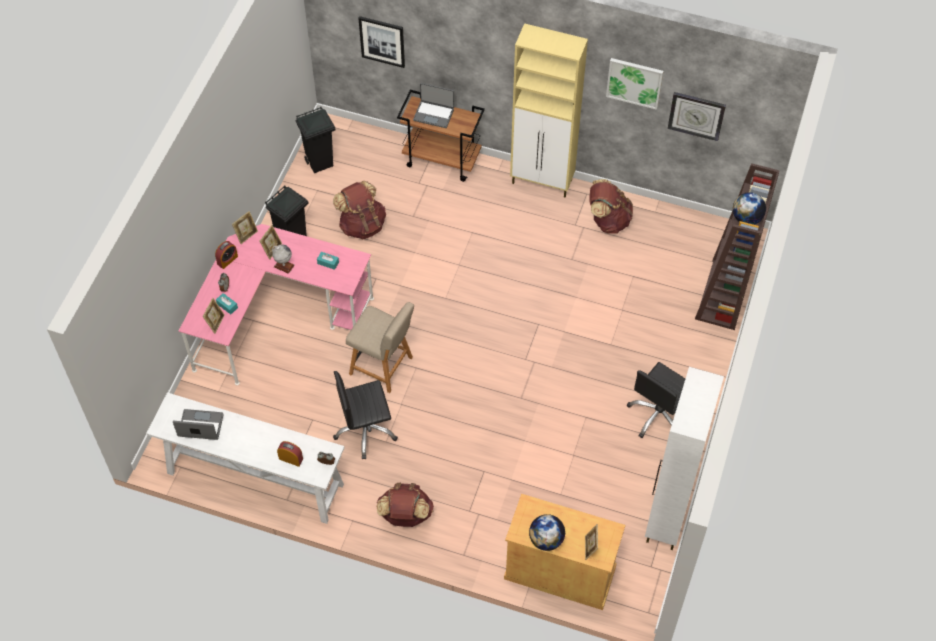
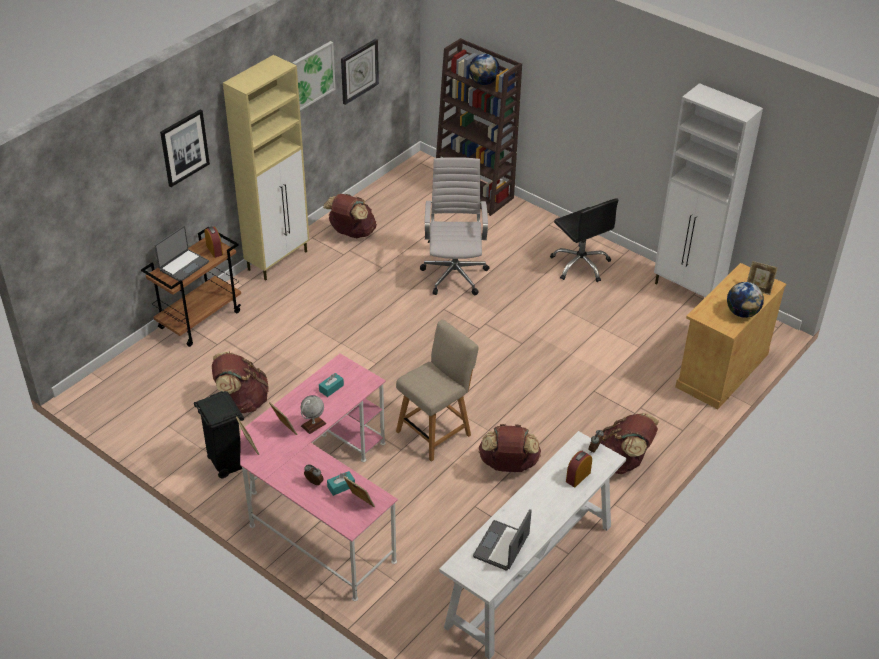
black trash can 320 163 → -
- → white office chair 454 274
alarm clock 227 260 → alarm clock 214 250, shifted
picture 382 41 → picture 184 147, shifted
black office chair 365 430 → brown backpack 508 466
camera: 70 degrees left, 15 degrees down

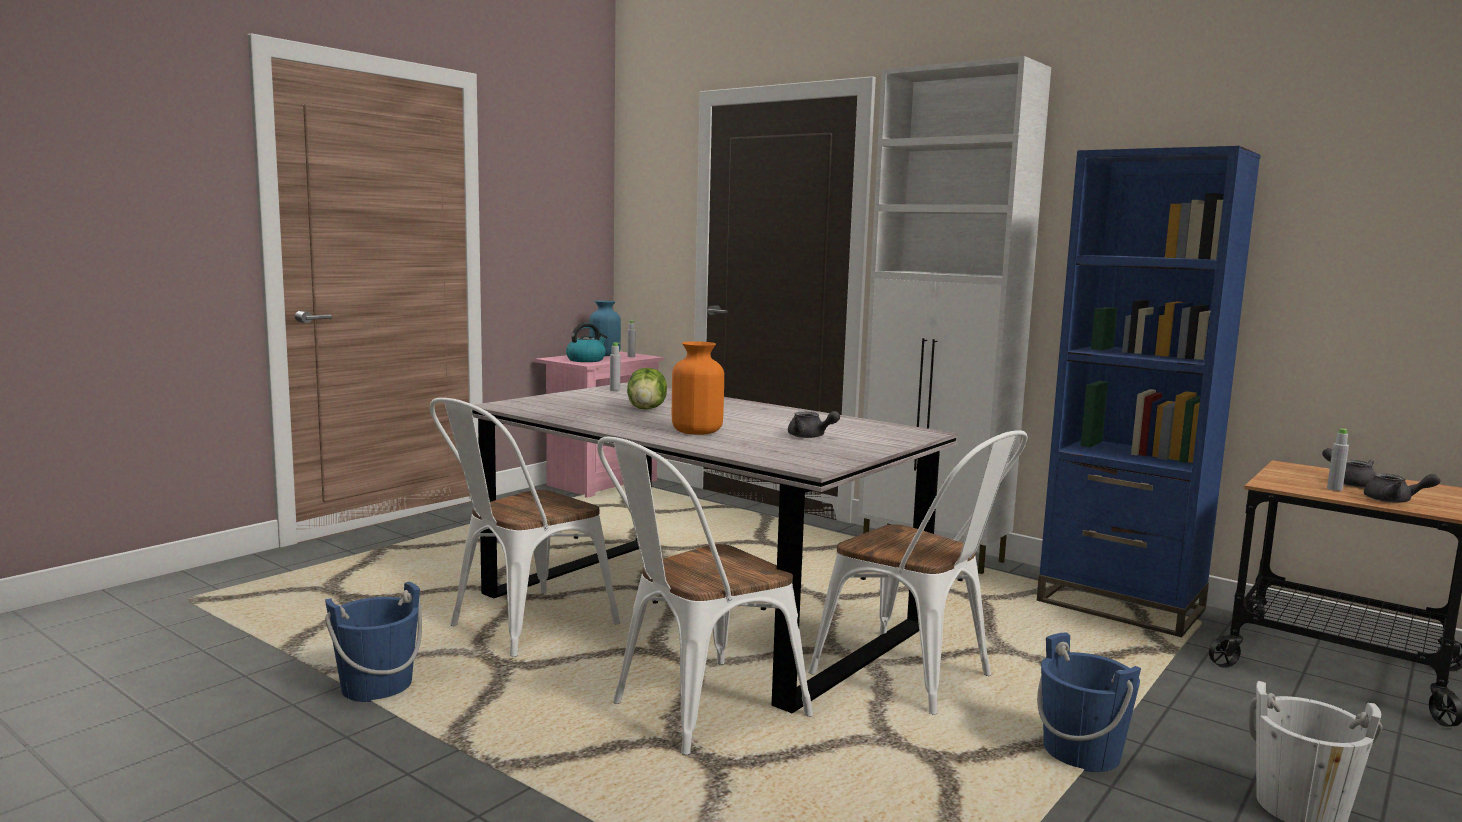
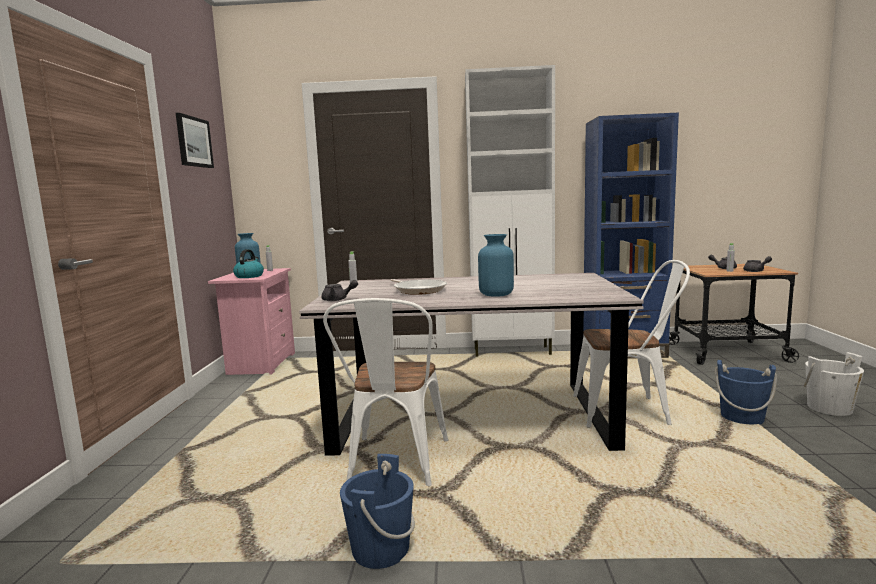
white chair 695 712 → -
- → picture 194 142
grey teapot 810 437 → grey teapot 338 300, shifted
lettuce 647 409 → frying pan 418 290
orange vase 696 432 → blue vase 496 294
camera: 35 degrees left, 0 degrees up

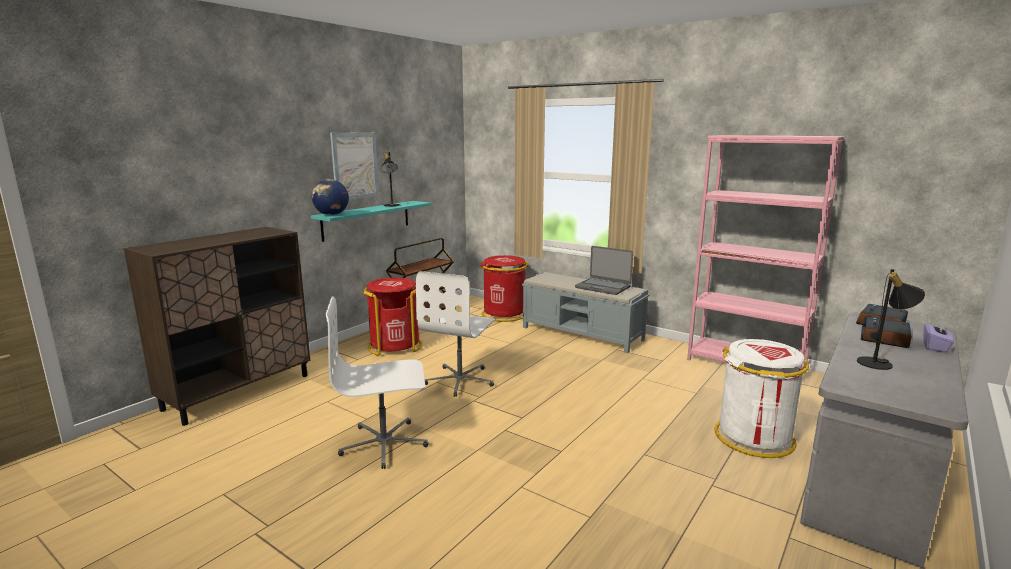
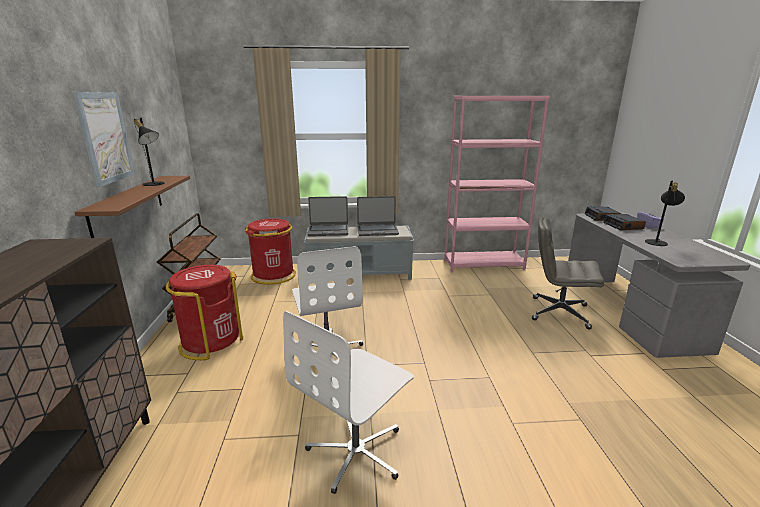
globe 331 215 → -
- → laptop 328 231
white trash can 754 437 → grey office chair 558 312
turquoise shelf 367 220 → brown shelf 128 206
camera: 40 degrees left, 5 degrees up

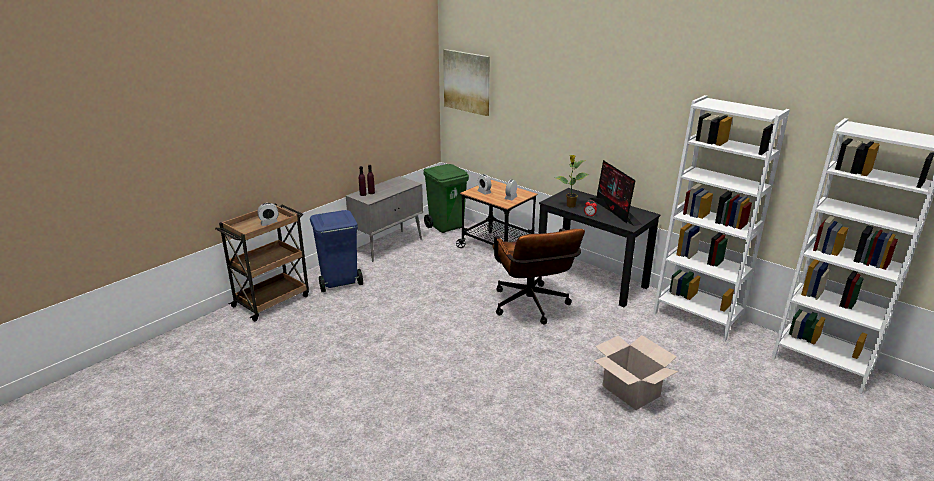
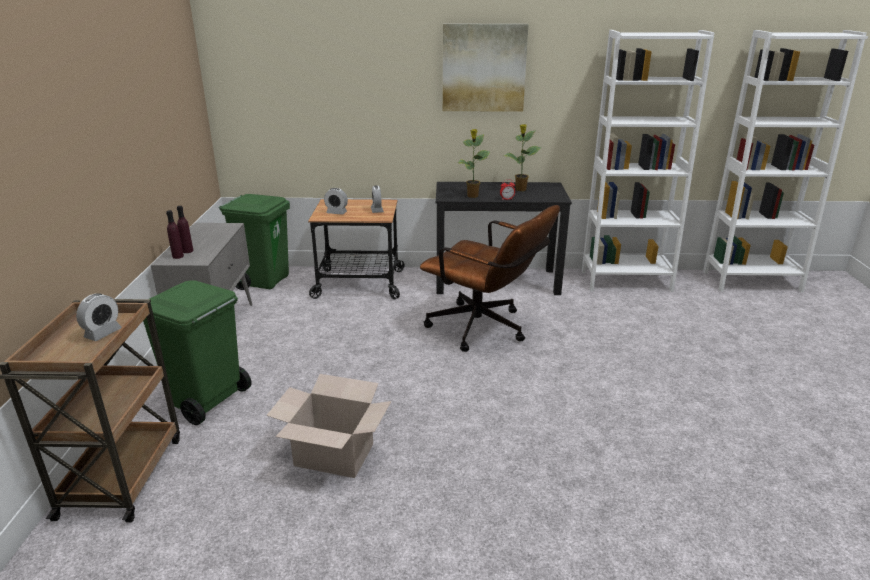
picture 467 82 → picture 483 68, shifted
cardboard box 631 391 → cardboard box 334 454, shifted
monitor 615 211 → potted plant 520 189
blue trash can 339 283 → green trash can 207 401
camera: 40 degrees left, 0 degrees up

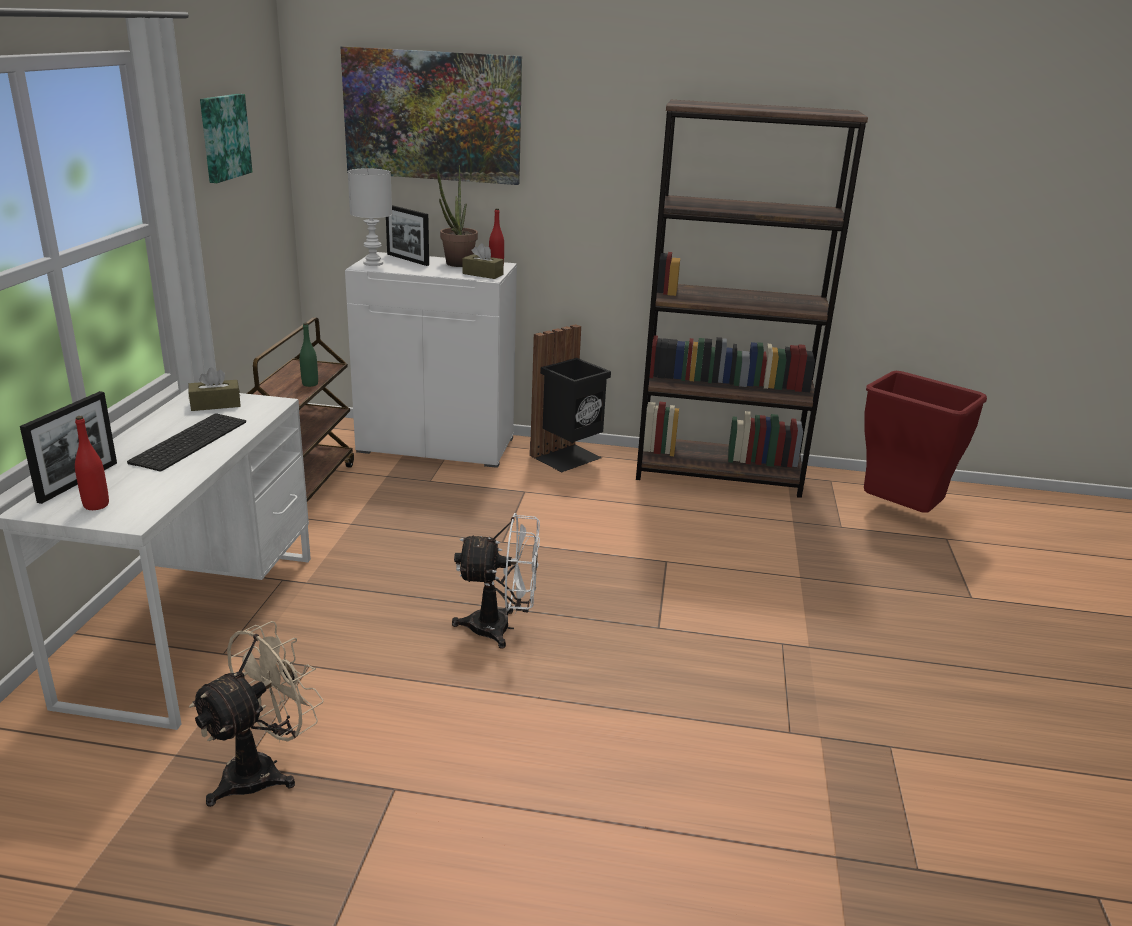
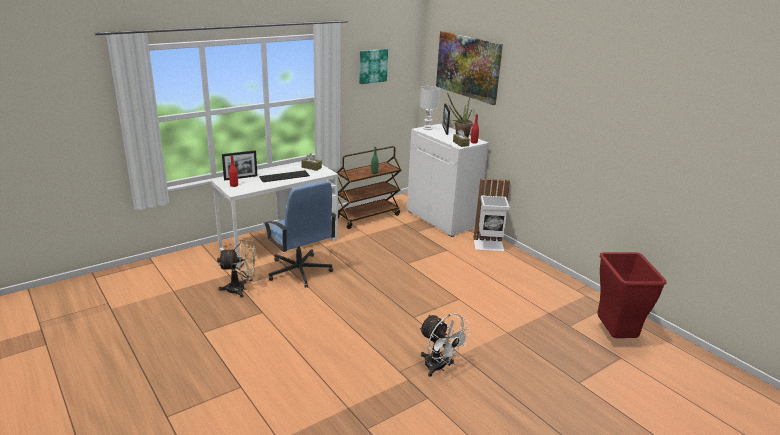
brown bookcase 718 474 → -
- → blue office chair 299 271
white fan 501 628 → white fan 439 367, shifted
black trash can 568 457 → white trash can 489 245
camera: 45 degrees right, 0 degrees up

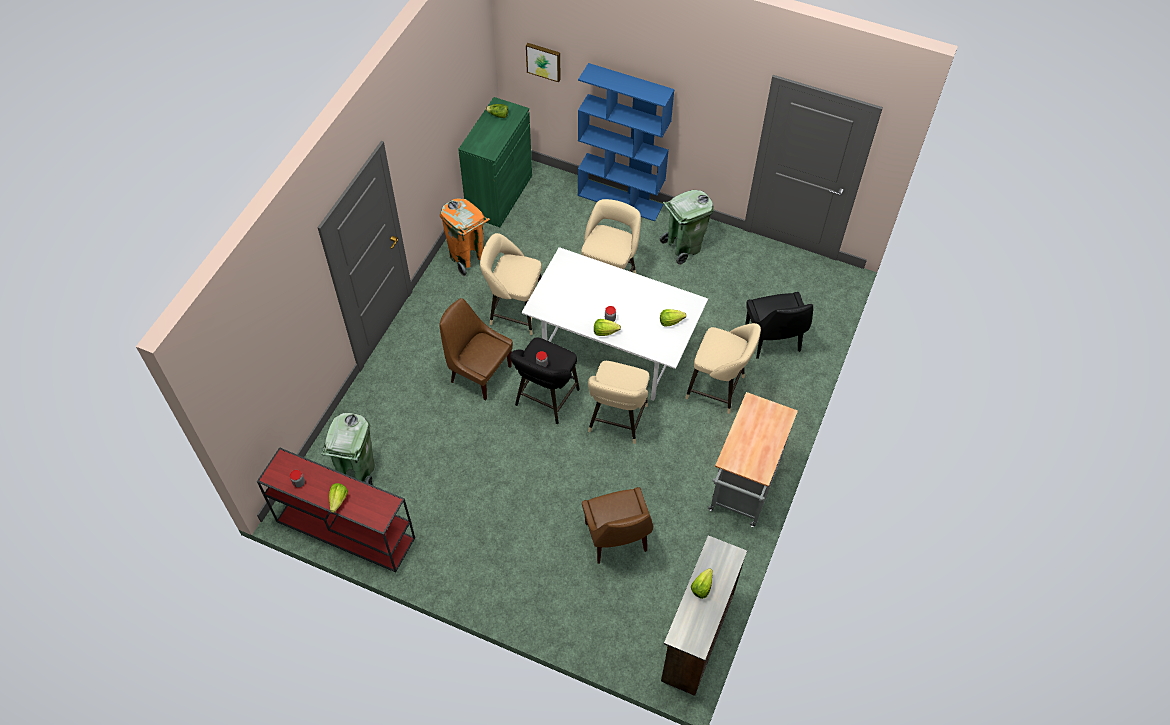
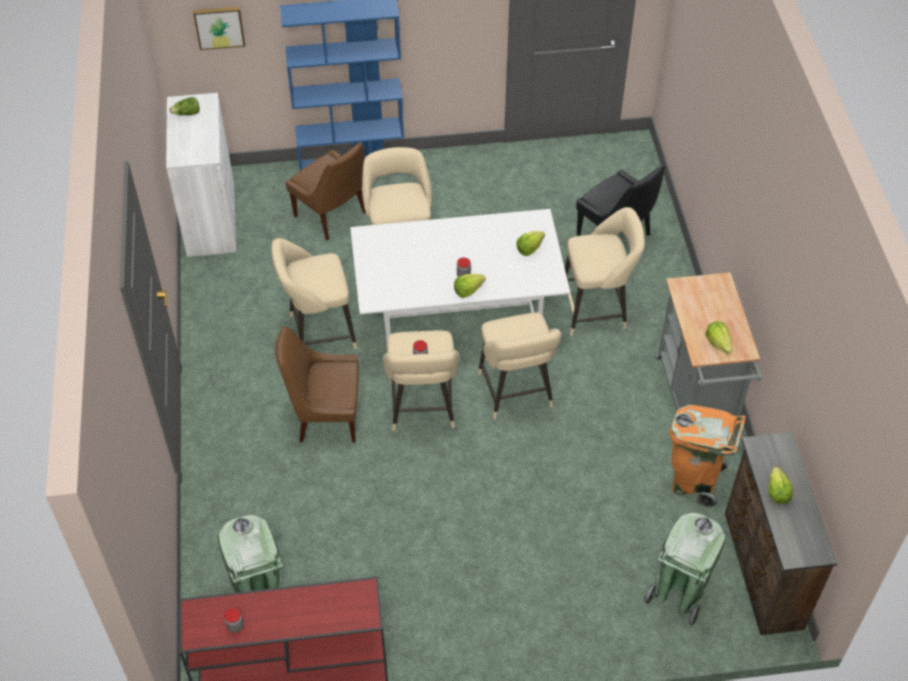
lettuce 338 500 → lettuce 718 343, shifted
orange trash can 467 258 → orange trash can 694 481, shifted
brown chair 616 539 → brown chair 332 215, shifted
green trash can 683 247 → green trash can 678 594, shifted
green cabinet 499 195 → white cabinet 211 219
black stool 545 400 → beige stool 422 409
camera: 30 degrees left, 5 degrees down

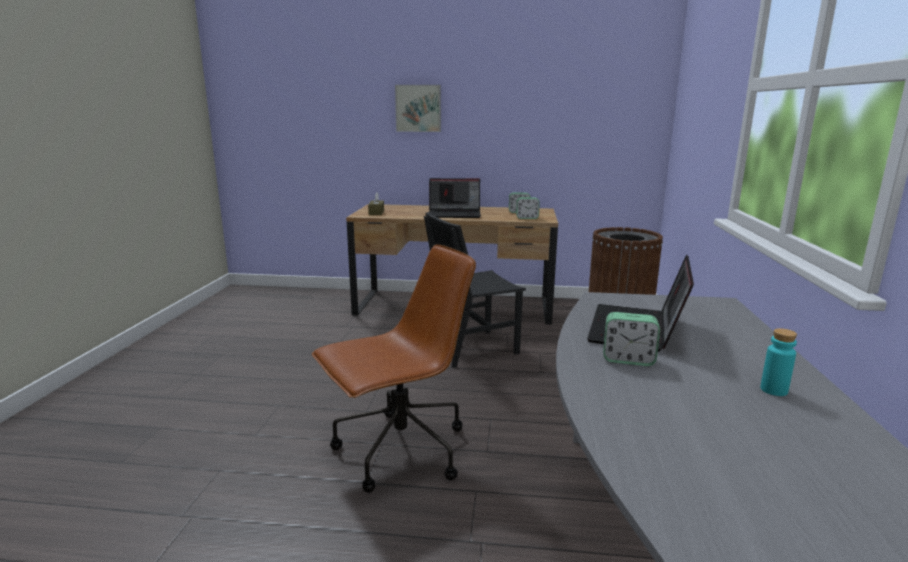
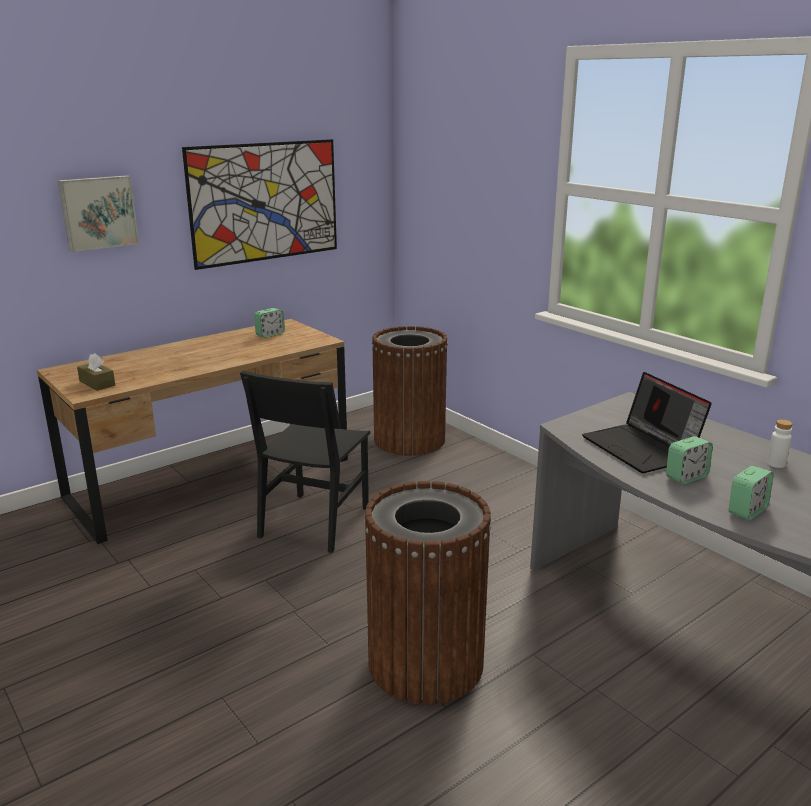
laptop 455 214 → -
- → picture 265 202
alarm clock 527 218 → alarm clock 747 511, shifted
brown office chair 399 452 → brown trash can 426 663
turquoise bottle 773 390 → white bottle 776 464
camera: 45 degrees left, 5 degrees up

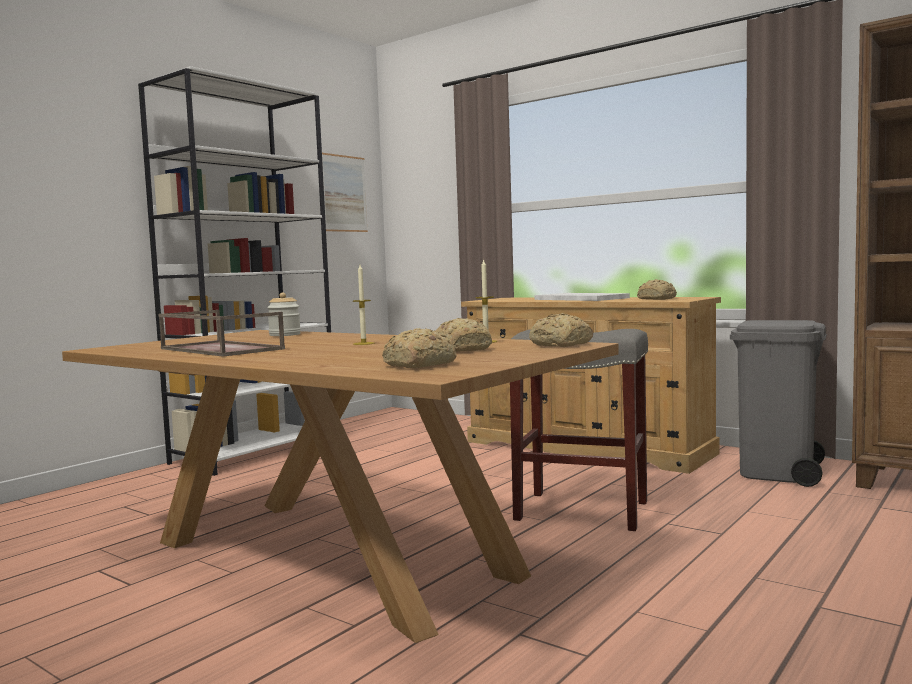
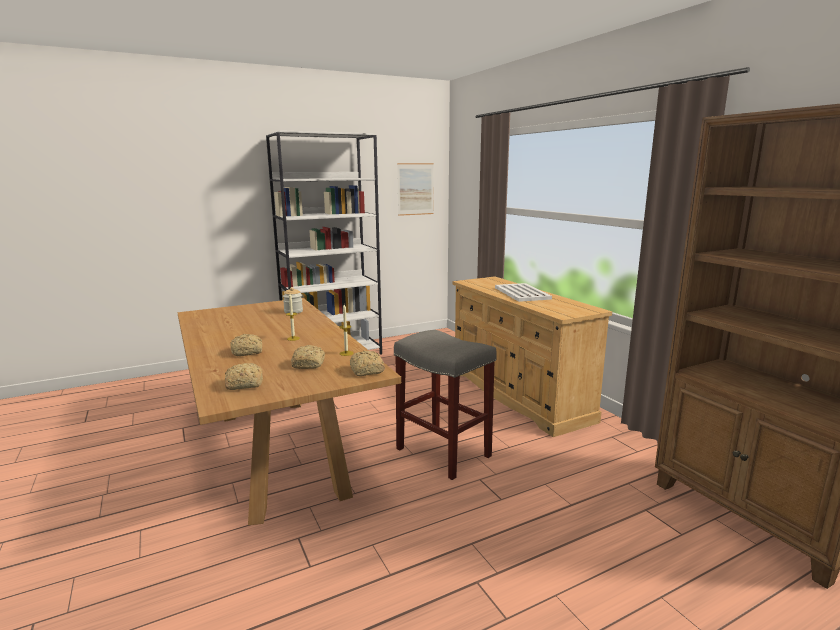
brown tray 219 349 → -
grey trash can 777 472 → -
bread 657 299 → bread 248 352, shifted
camera: 25 degrees right, 10 degrees up

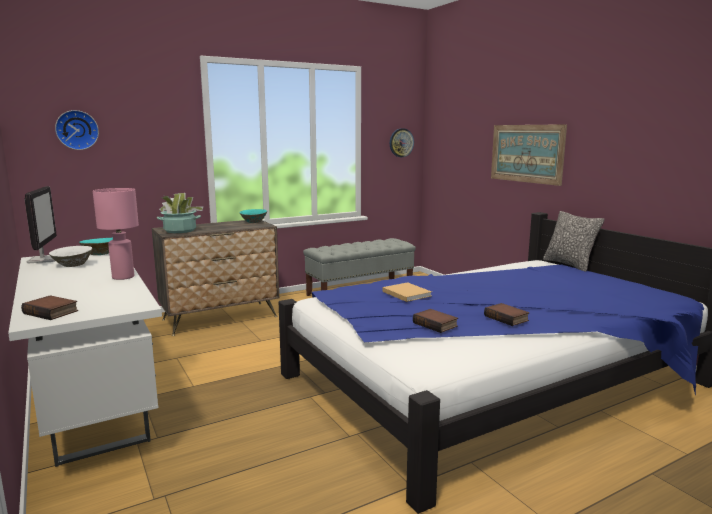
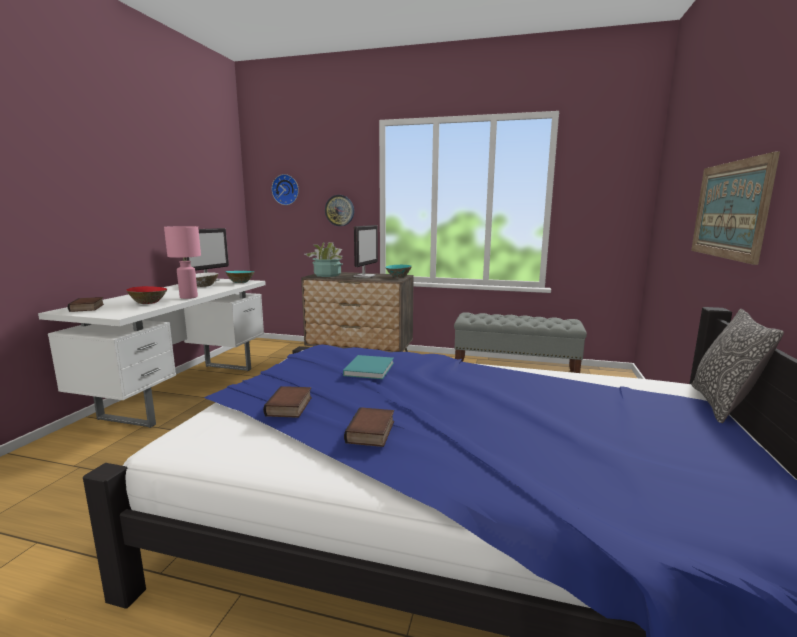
- → red bowl 148 302
- → monitor 364 276
wall clock 401 142 → wall clock 339 210, shifted
beige book 406 293 → turquoise book 370 368
camera: 45 degrees right, 0 degrees up

